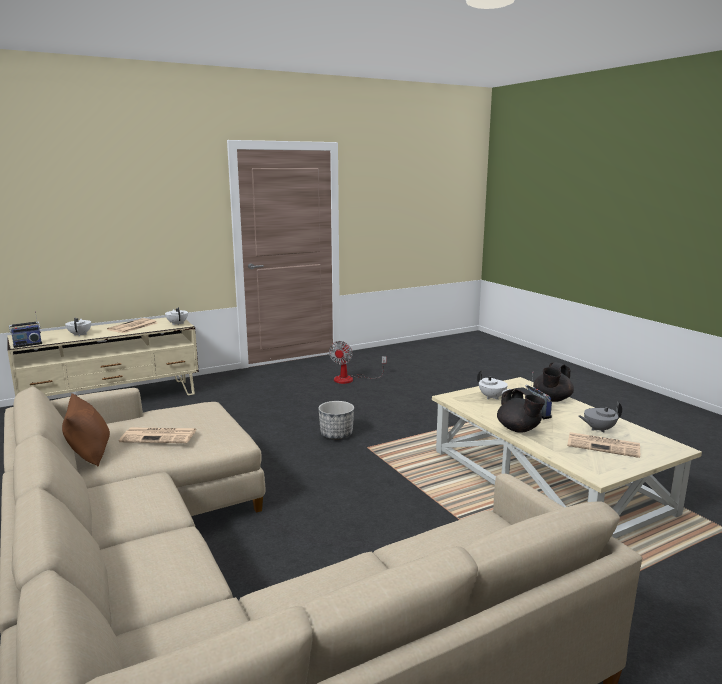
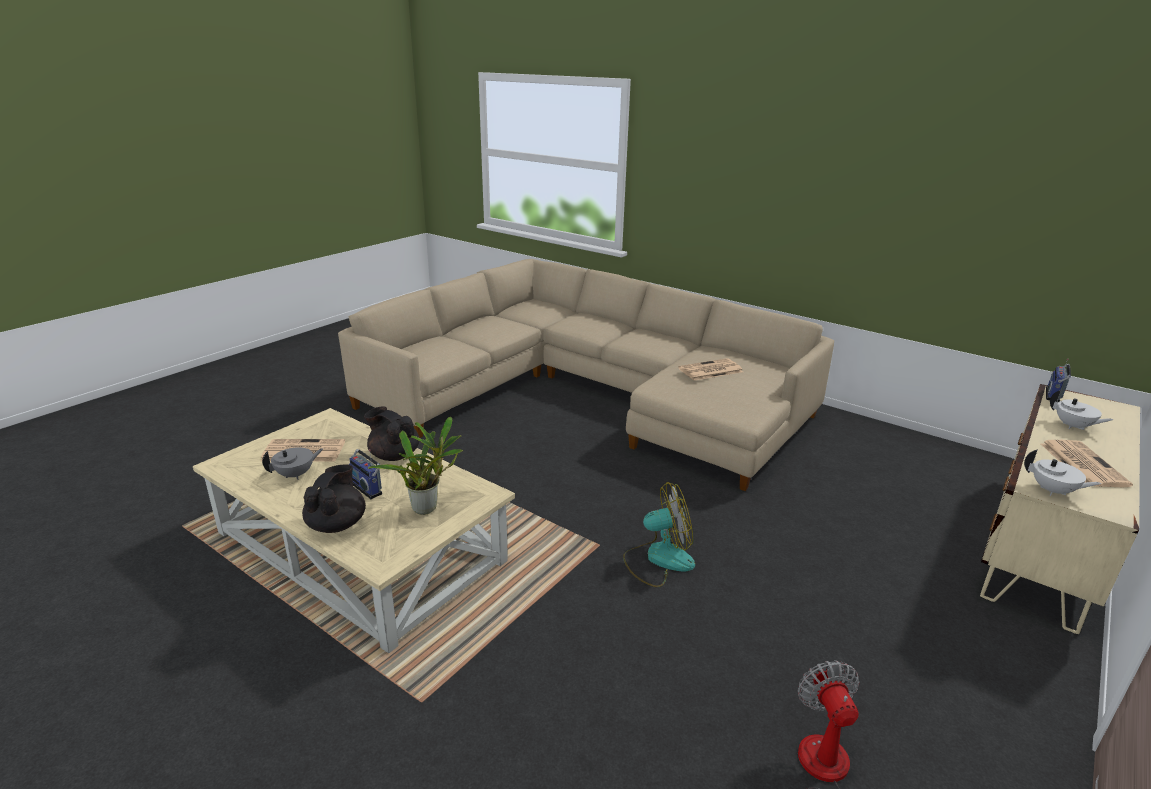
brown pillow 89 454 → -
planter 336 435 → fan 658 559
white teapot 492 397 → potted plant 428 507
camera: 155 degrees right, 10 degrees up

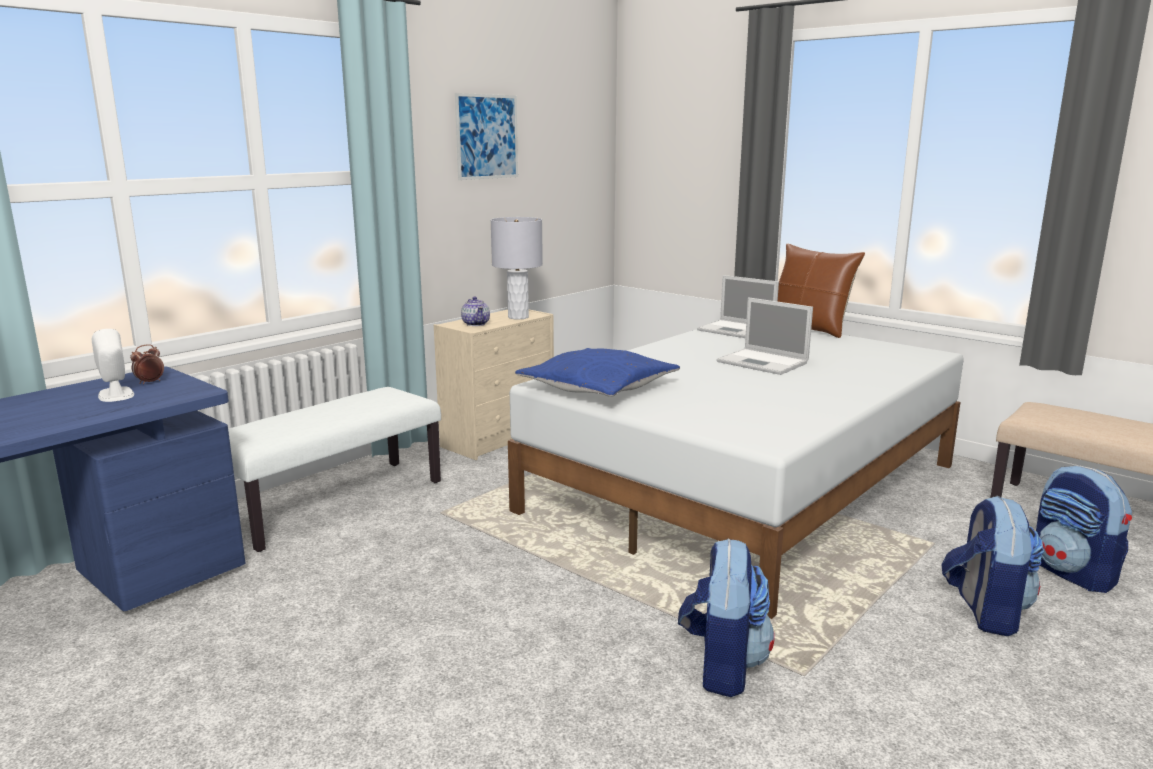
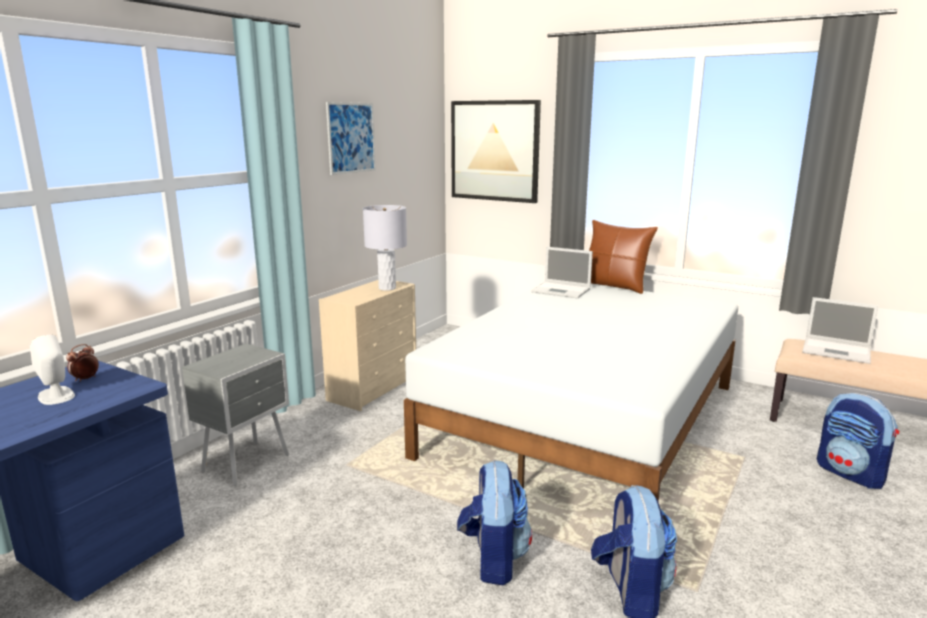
teapot 476 324 → -
blue pillow 598 387 → -
- → picture 495 151
laptop 764 362 → laptop 837 351, shifted
backpack 985 612 → backpack 493 559, shifted
white bench 334 502 → grey nightstand 248 463
camera: 10 degrees left, 0 degrees up

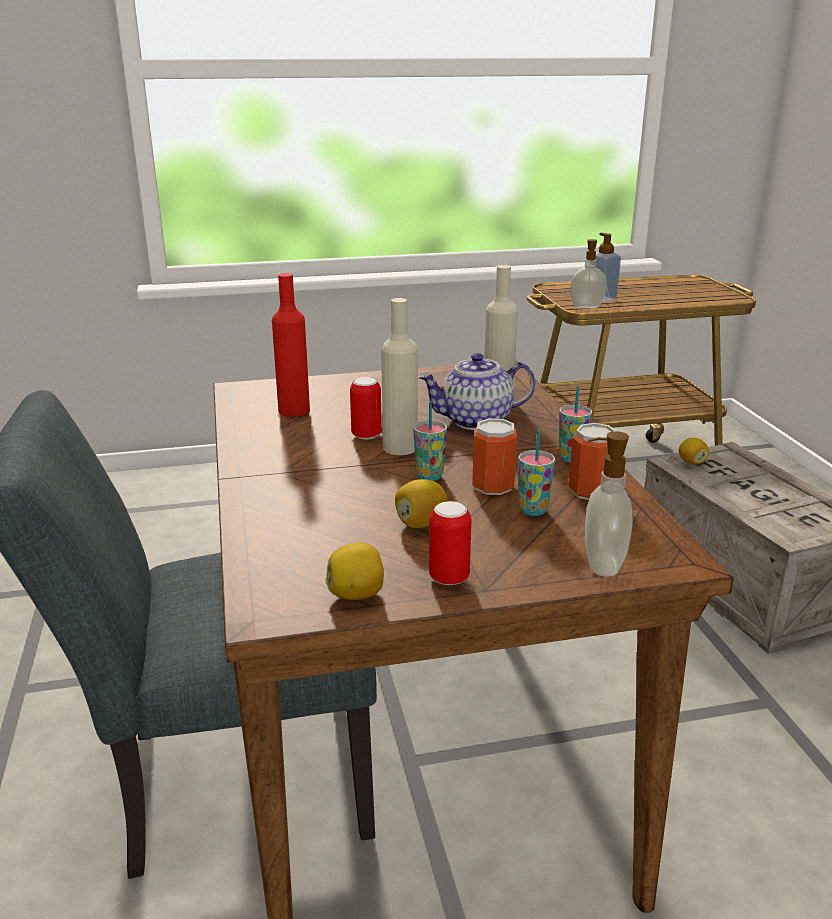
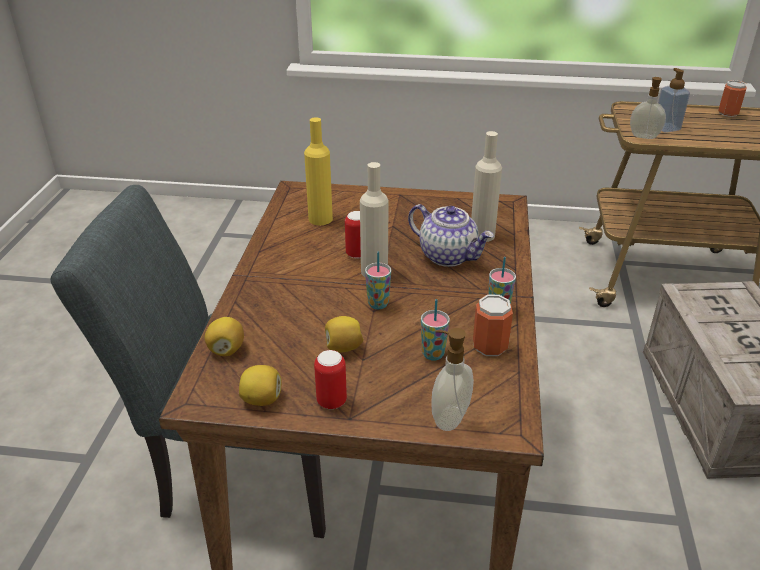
can 493 486 → can 728 113, shifted
lemon 691 462 → lemon 226 349, shifted
red bottle 294 410 → yellow bottle 320 219
teapot 475 421 → teapot 448 256, 150 degrees counterclockwise
camera: 20 degrees right, 10 degrees up

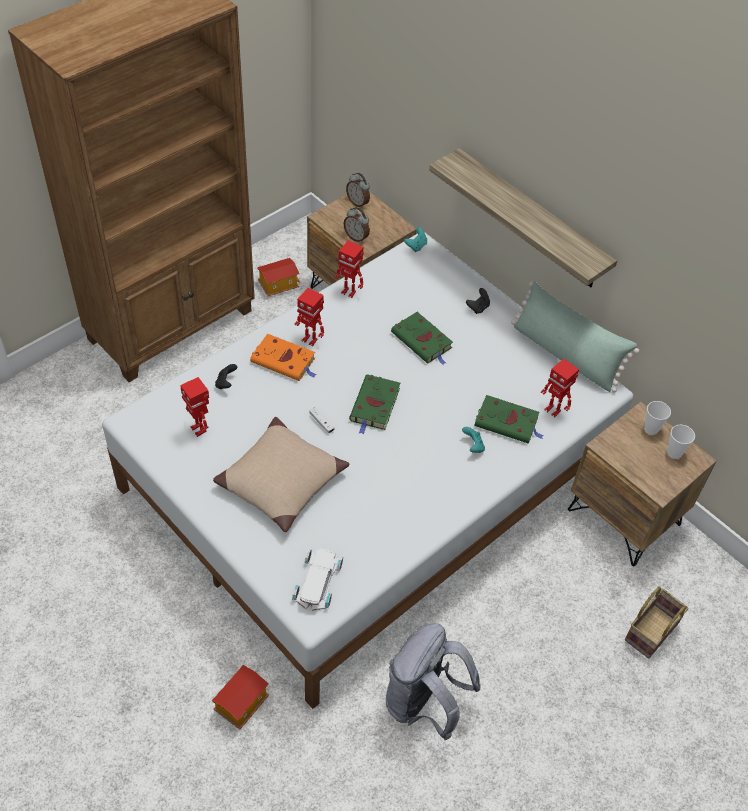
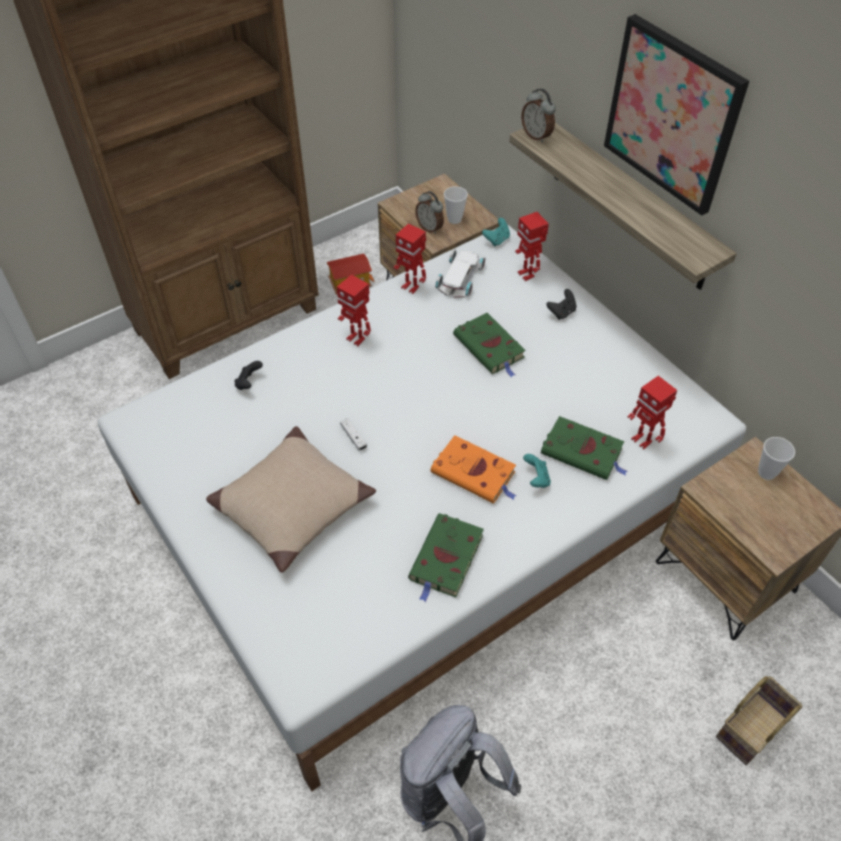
toy house 241 703 → -
green pillow 565 355 → -
- → picture 672 115
toy robot 199 429 → toy robot 526 274, shifted
orange book 285 361 → orange book 475 473, shifted
white toy car 319 581 → white toy car 461 277, shifted
alarm clock 358 203 → alarm clock 537 136, shifted
green book 374 406 → green book 446 560, shifted
cup 674 453 → cup 454 219, shifted
camera: 10 degrees right, 0 degrees up

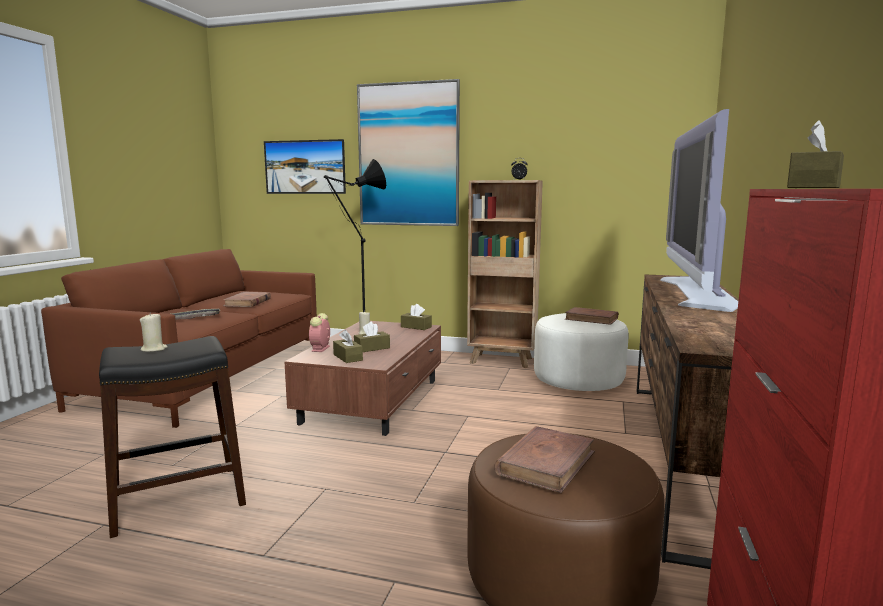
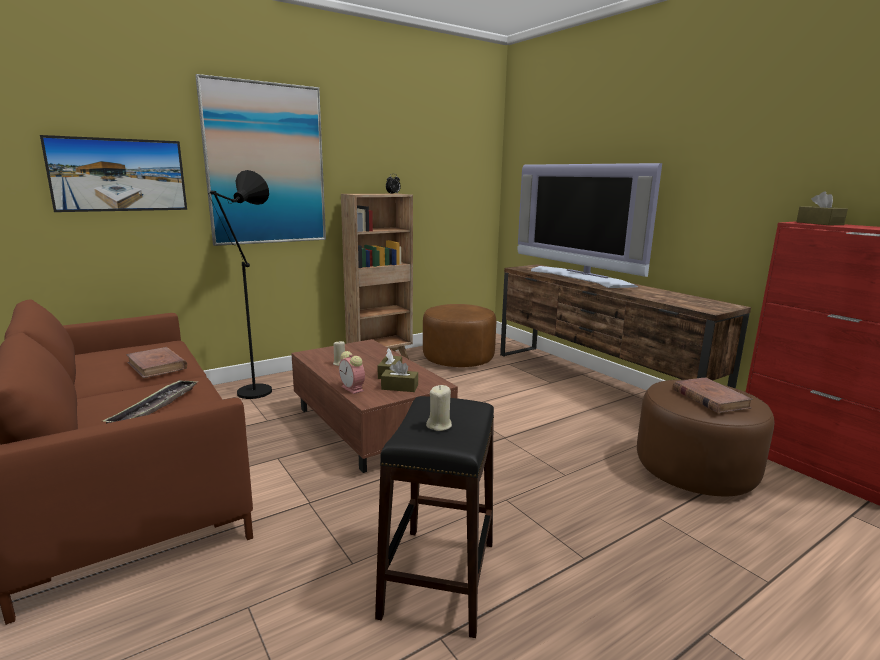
brown tissue box 416 327 → -
brown book 591 319 → -
white ottoman 578 380 → brown ottoman 458 359
camera: 50 degrees left, 5 degrees up

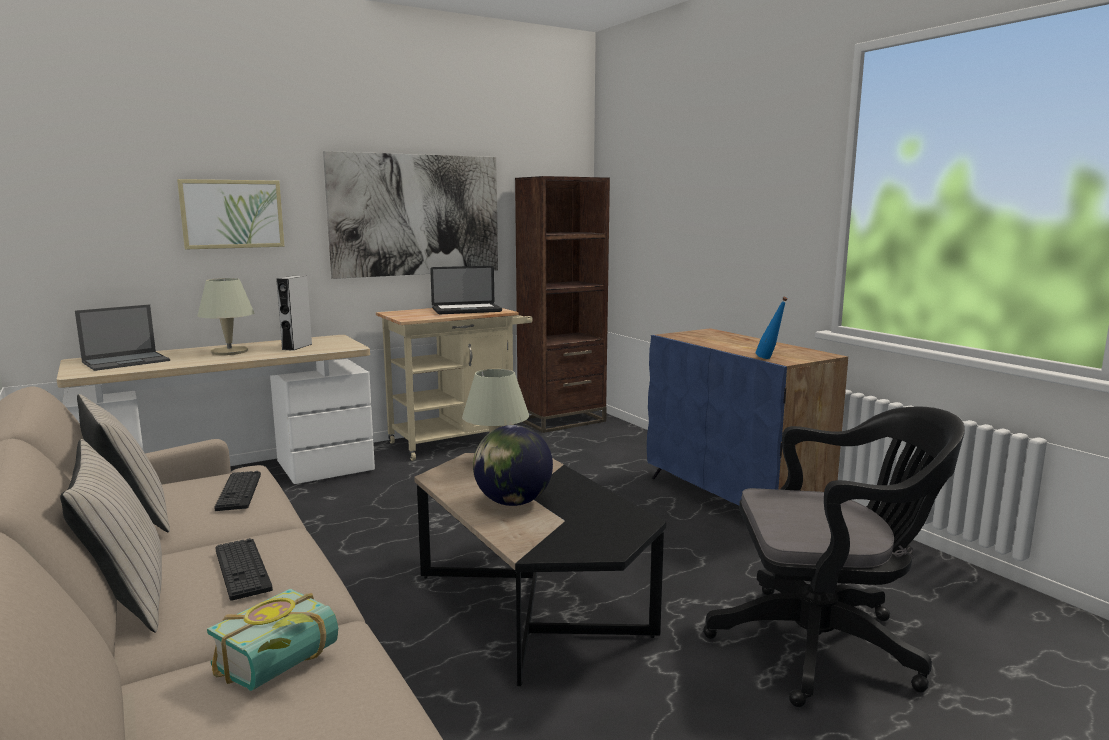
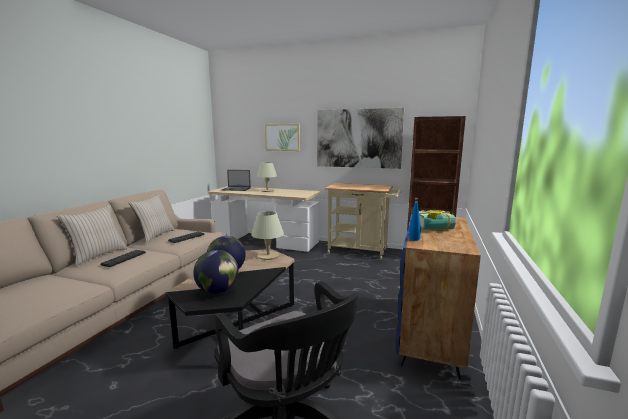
grey speaker 297 347 → -
laptop 466 310 → -
- → globe 217 291
book 283 666 → book 435 229, shifted
camera: 50 degrees right, 0 degrees up

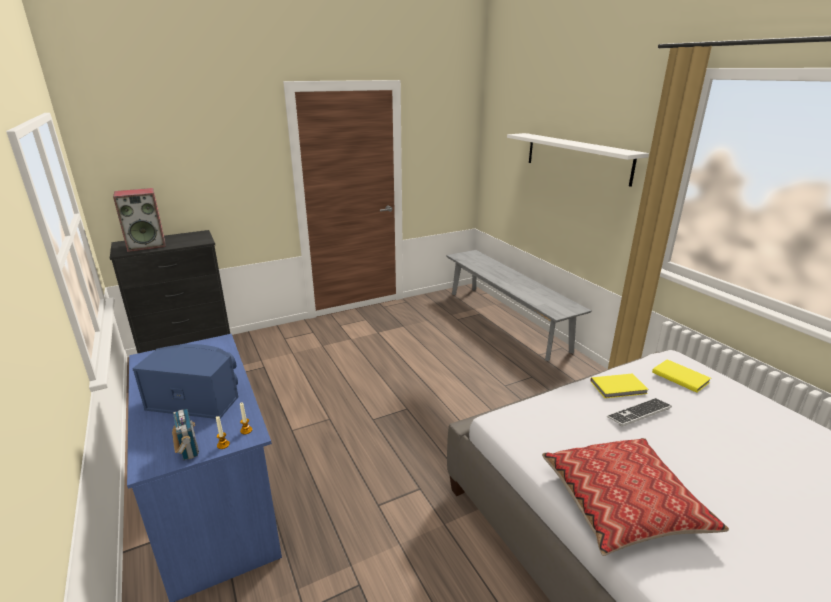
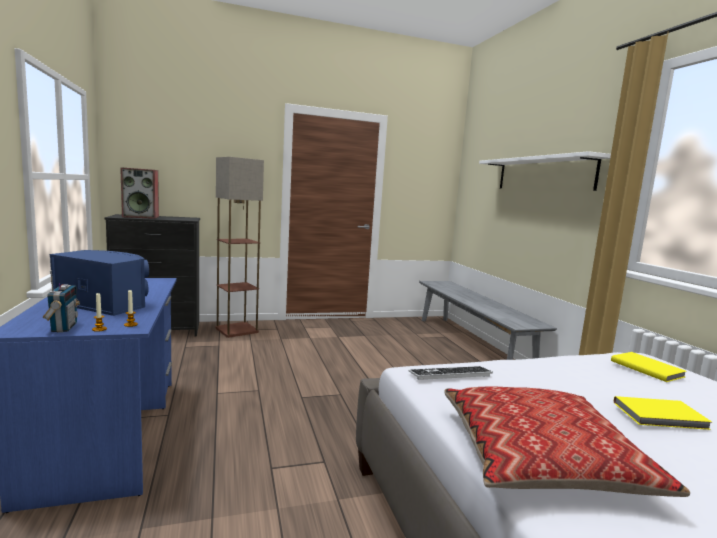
- → floor lamp 237 330
yellow book 619 388 → yellow book 661 416, shifted
keyboard 639 413 → keyboard 450 374, shifted
camera: 10 degrees right, 15 degrees down

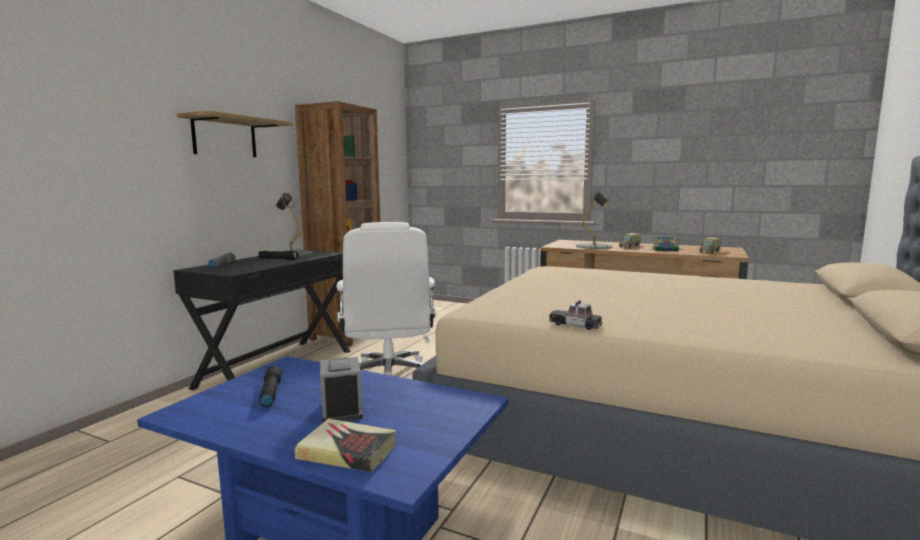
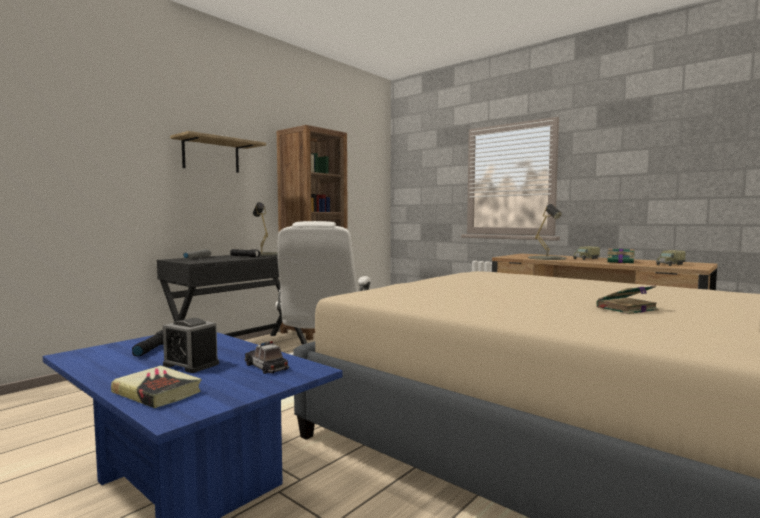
- → book 625 309
toy car 575 324 → toy car 266 366, shifted
alarm clock 342 409 → alarm clock 191 364, 120 degrees clockwise
camera: 15 degrees right, 5 degrees down

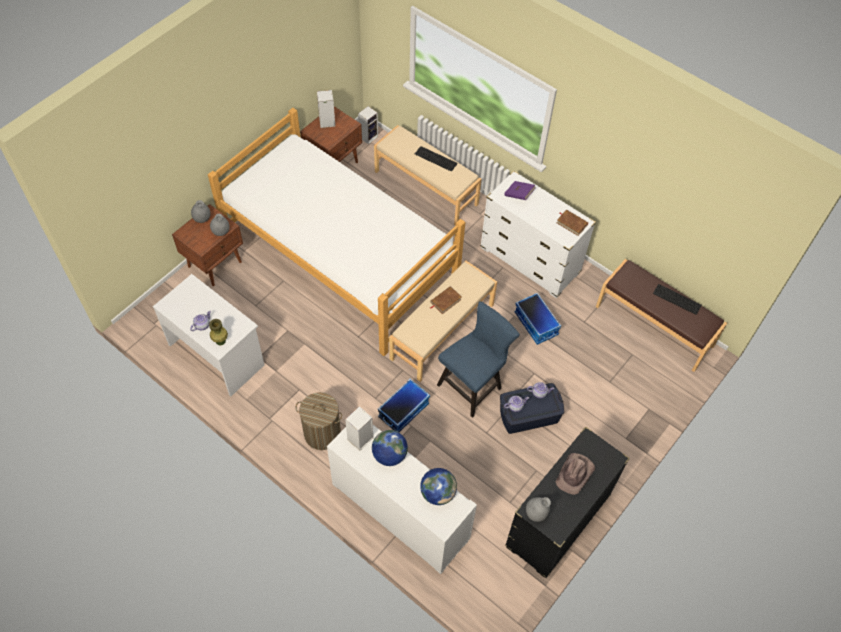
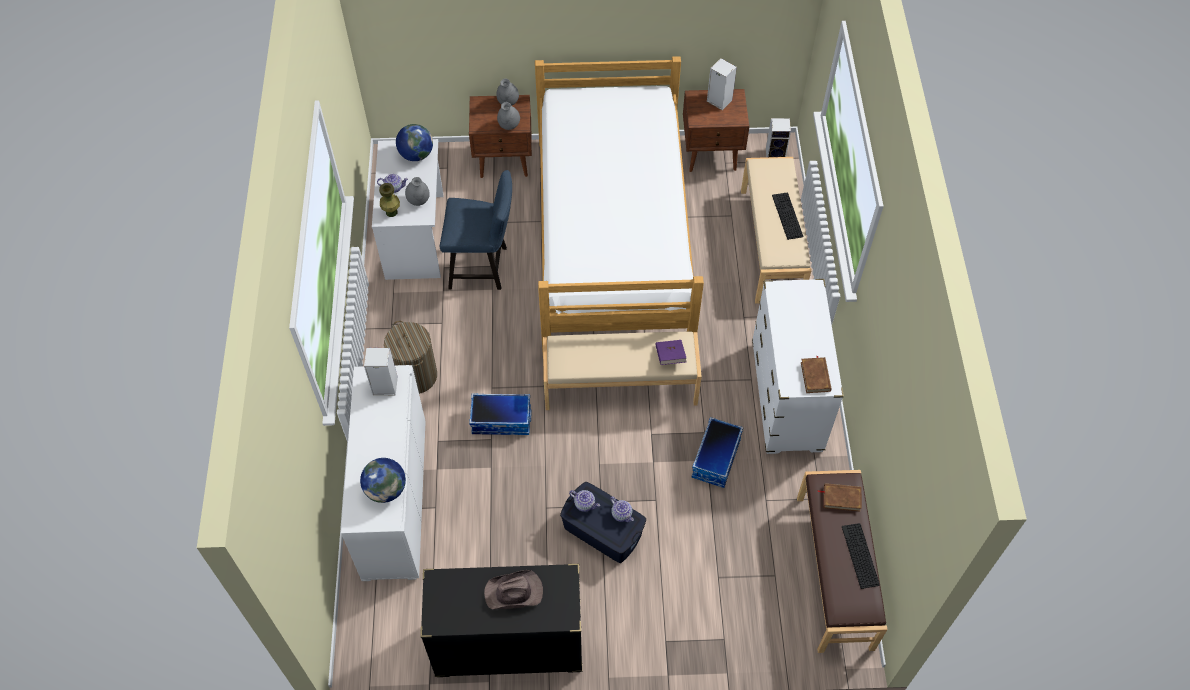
globe 389 455 → globe 416 154, shifted
brown book 445 301 → brown book 841 498, shifted
blue chair 473 385 → blue chair 483 267, shifted
purple book 519 195 → purple book 670 357, shifted
grey vase 536 513 → grey vase 418 201, shifted
camera: 50 degrees right, 0 degrees up

